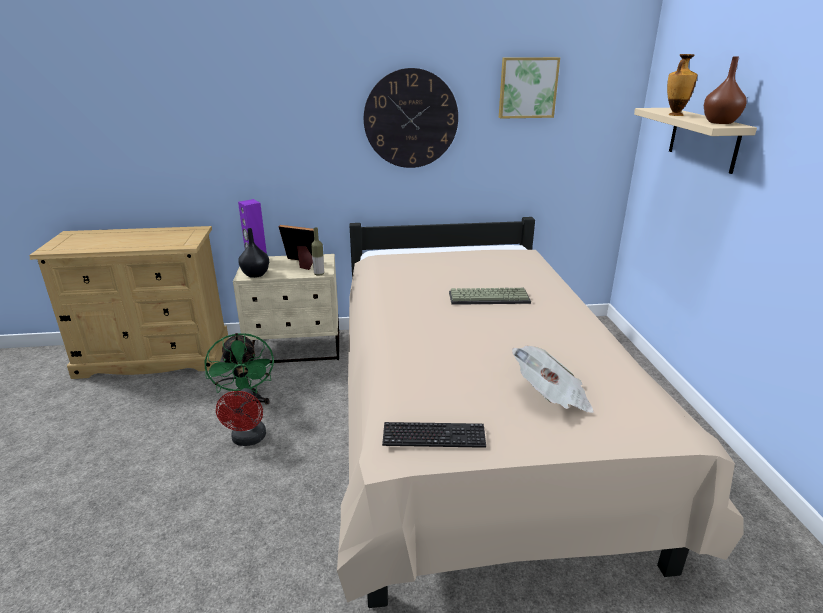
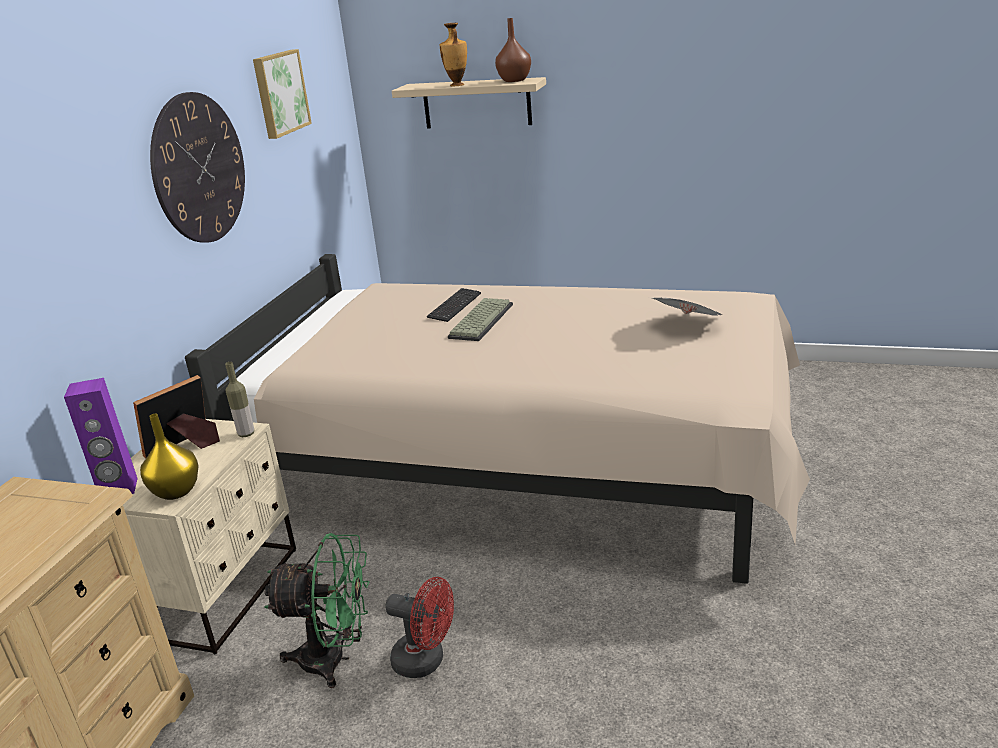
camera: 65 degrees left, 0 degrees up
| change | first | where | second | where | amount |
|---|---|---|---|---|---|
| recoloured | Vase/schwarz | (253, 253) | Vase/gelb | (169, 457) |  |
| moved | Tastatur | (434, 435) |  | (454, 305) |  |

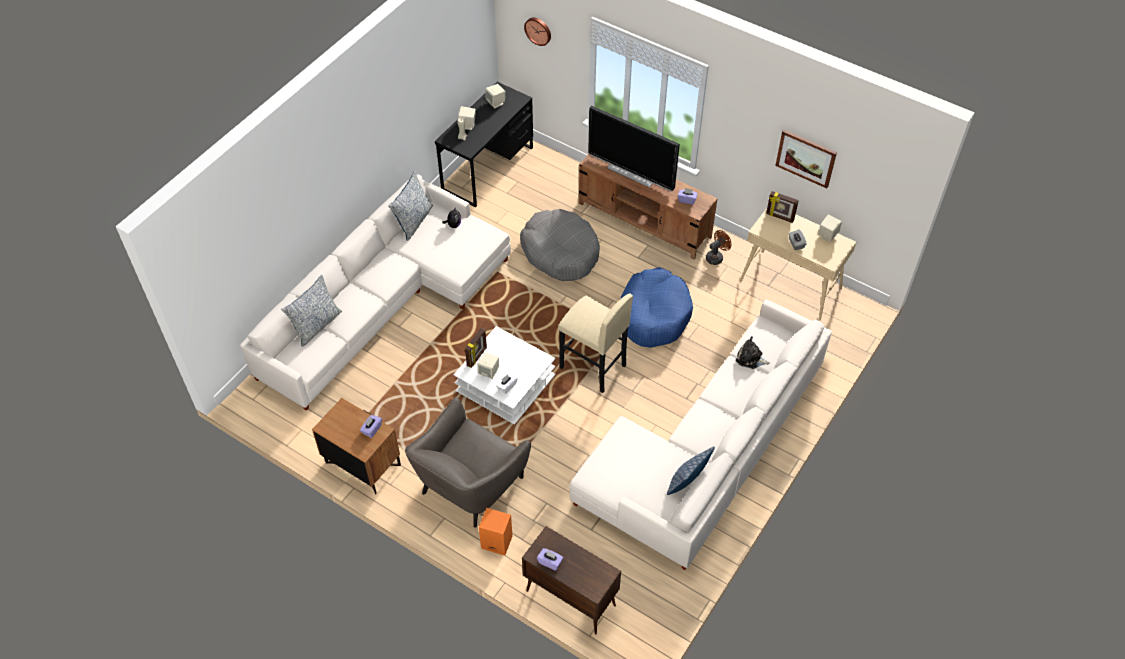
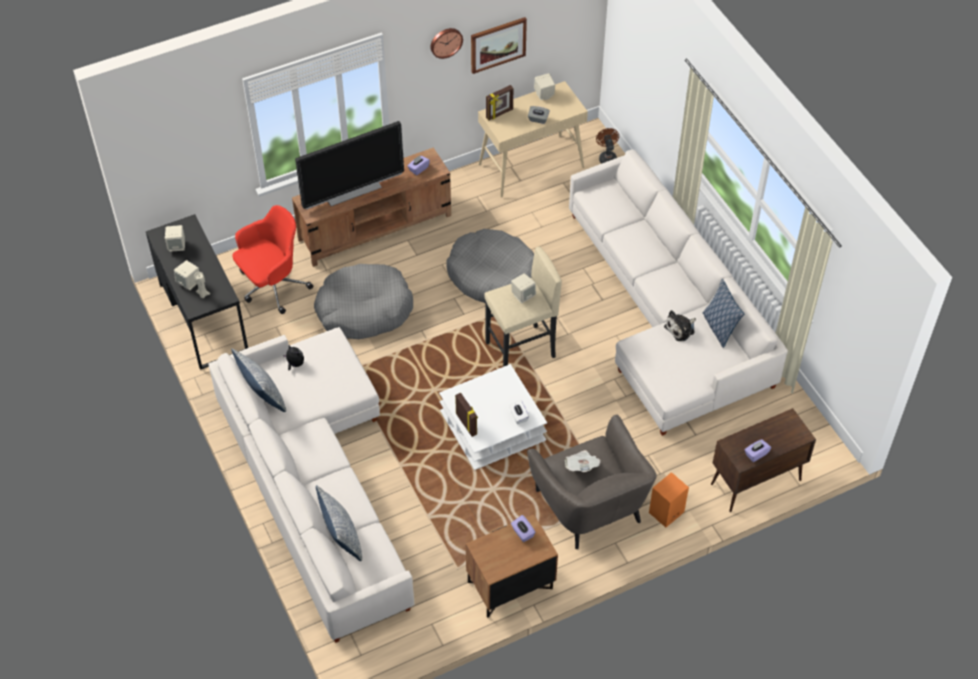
camera: 60 degrees left, 0 degrees up
| change | first | where | second | where | amount |
|---|---|---|---|---|---|
| moved | Lautsprecher/beige | (488, 365) |  | (523, 288) |  |
| moved | Wanduhr | (537, 32) |  | (446, 43) |  |
| recoloured | Hundebett/blau | (656, 307) | Hundebett/grau | (490, 266) |  |
| moved | Ventilator/braun | (719, 247) |  | (607, 146) |  |
| moved | Plüschtier | (753, 352) |  | (680, 325) |  |
| added |  |  | Bürostuhl/rot | (272, 259) |  |
| added |  |  | Zeitung | (583, 461) |  |

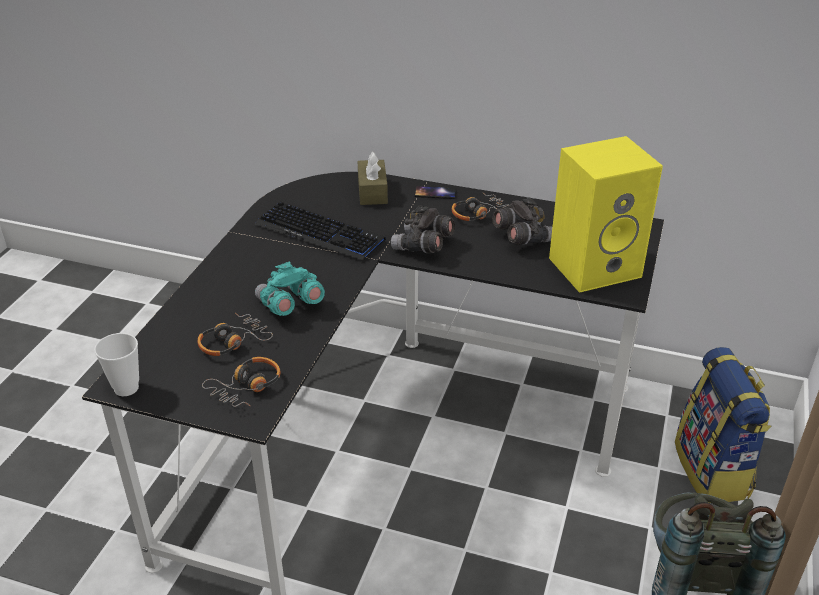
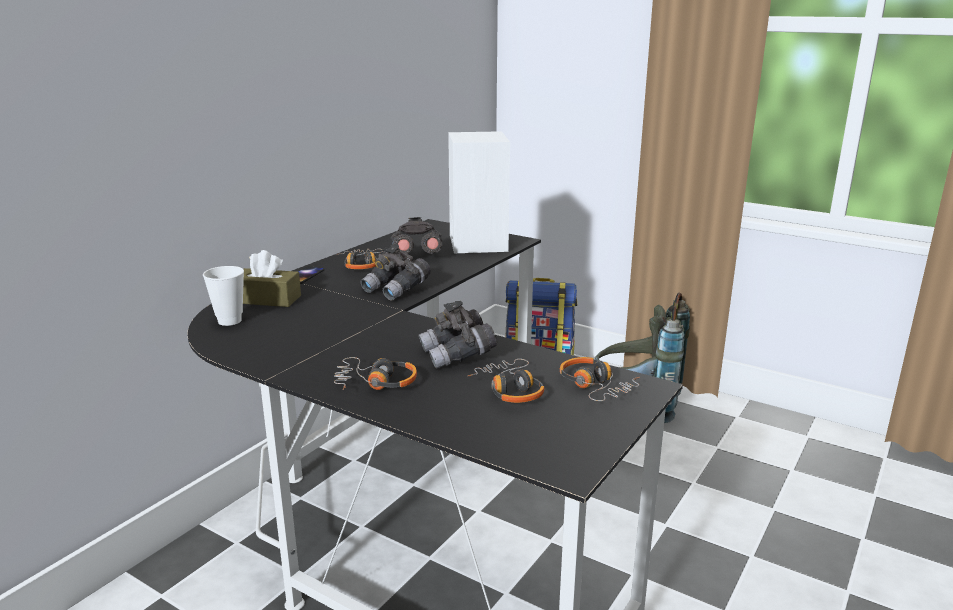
camera: 75 degrees left, 15 degrees down
| change | first | where | second | where | amount |
|---|---|---|---|---|---|
| moved | Tasse | (116, 364) |  | (223, 296) |  |
| removed | Tastatur | (320, 230) |  |  |  |
| recoloured | Fernglas/türkis | (290, 289) | Fernglas/grau | (457, 335) |  |
| recoloured | Lautsprecher/gelb | (606, 214) | Lautsprecher/weiß | (479, 192) |  |
| added |  |  | Kopfhörer | (375, 373) |  |

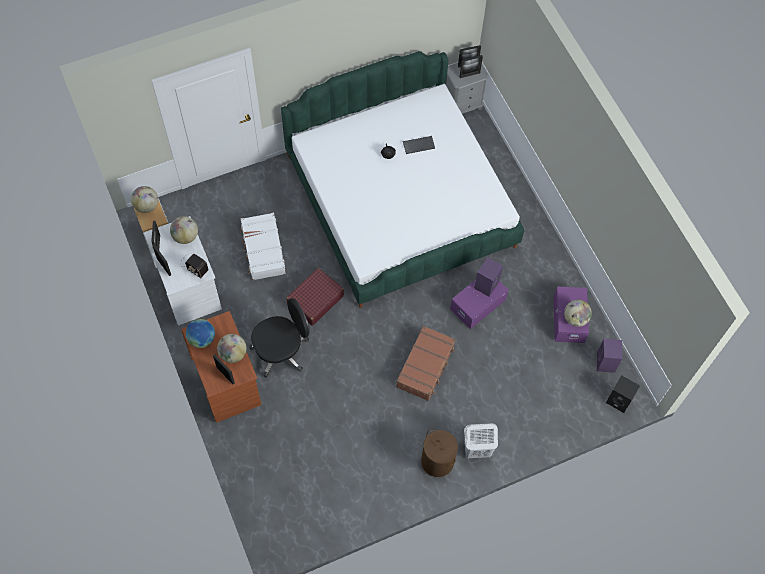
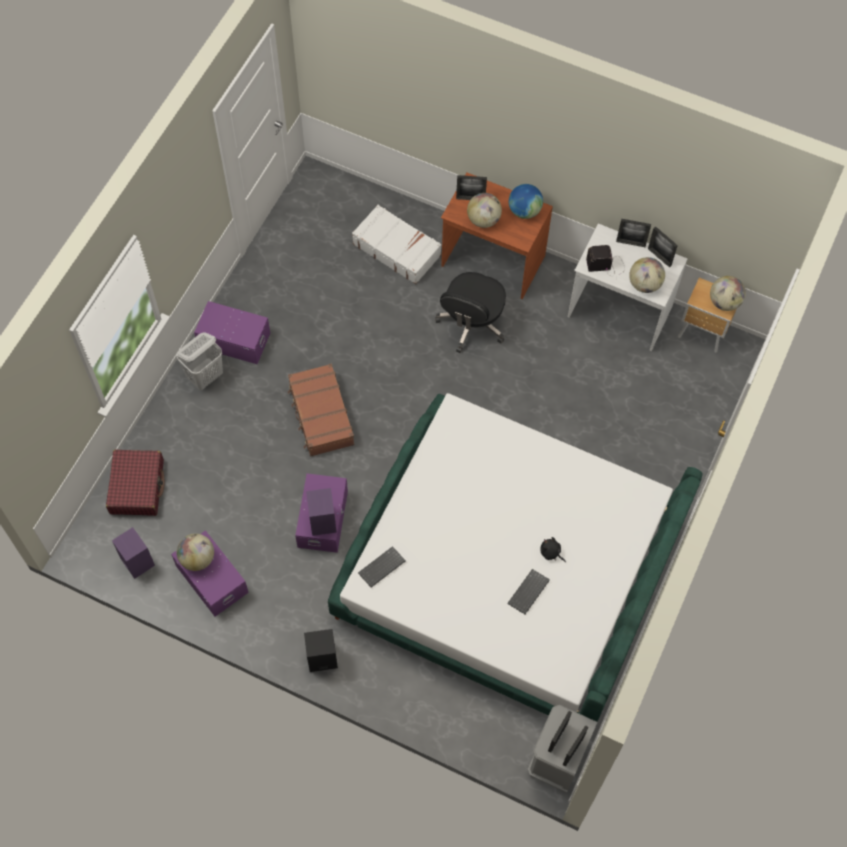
camera: 140 degrees right, 0 degrees up
| change | first | where | second | where | amount |
|---|---|---|---|---|---|
| moved | Koffer/weiß | (263, 246) |  | (397, 244) |  |
| moved | Koffer/rot | (315, 297) |  | (135, 483) |  |
| replaced | Wäschekorb/braun | (439, 453) | Aufbewahrungsbox/lila | (232, 332) |  |
| moved | Lautsprecher/schwarz | (623, 394) |  | (321, 650) |  |
| added |  |  | Tastatur | (382, 566) |  |

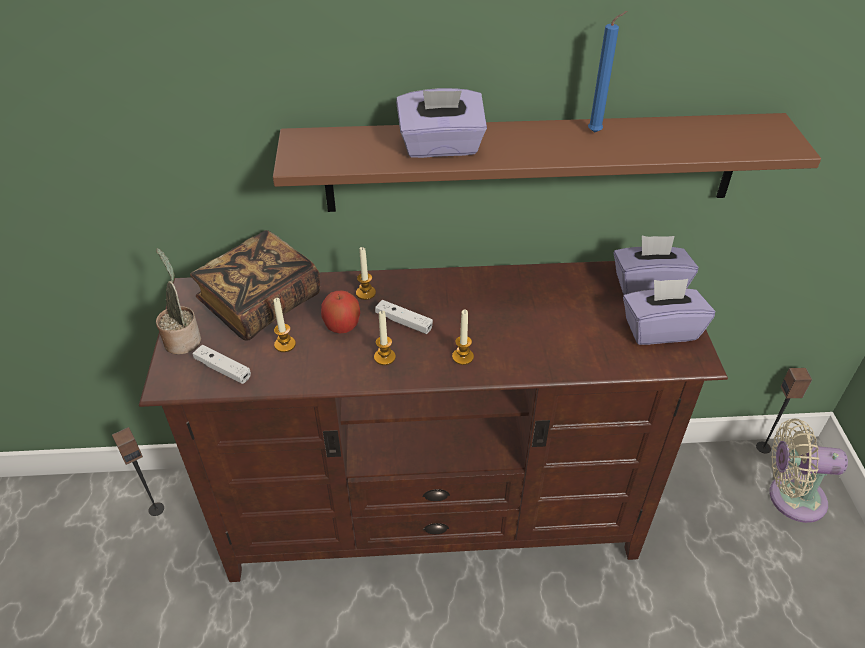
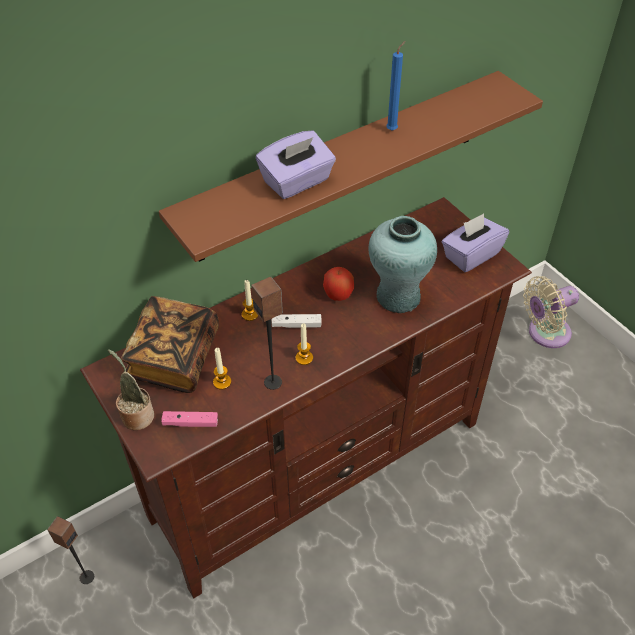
camera: 30 degrees left, 5 degrees up
| change | first | where | second | where | amount |
|---|---|---|---|---|---|
| recoloured | Gamepad/weiß | (222, 364) | Gamepad/rosa | (189, 419) |  |
| moved | Apfel | (340, 311) |  | (338, 284) |  |
| removed | Kerze | (463, 337) |  |  |  |
| removed | Taschentuchbox/lila | (655, 265) |  |  |  |
| moved | Lautsprecher | (784, 411) |  | (267, 333) |  |
| added |  |  | Vase/türkis | (402, 264) |  |

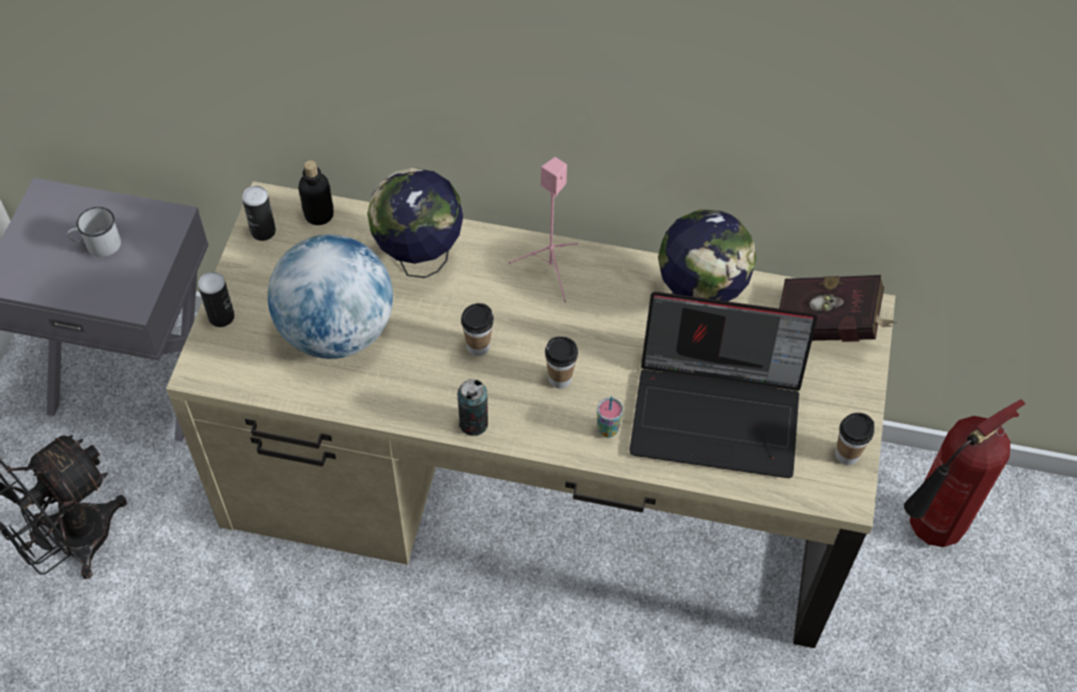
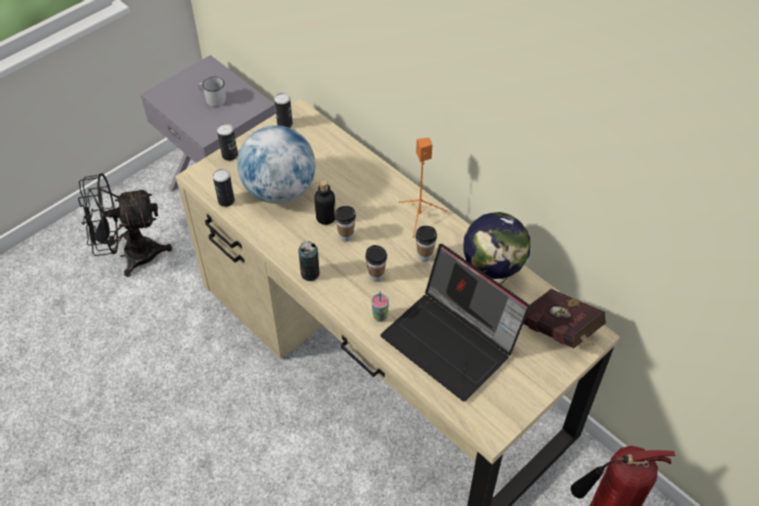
camera: 35 degrees right, 5 degrees down
| change | first | where | second | where | amount |
|---|---|---|---|---|---|
| moved | Flasche | (316, 192) |  | (325, 202) |  |
| removed | Globus | (415, 223) |  |  |  |
| recoloured | Lautsprecher/rosa | (543, 230) | Lautsprecher/orange | (423, 188) |  |
| moved | Tasse | (854, 439) |  | (426, 244) |  |
| added |  |  | Dose | (224, 188) |  |

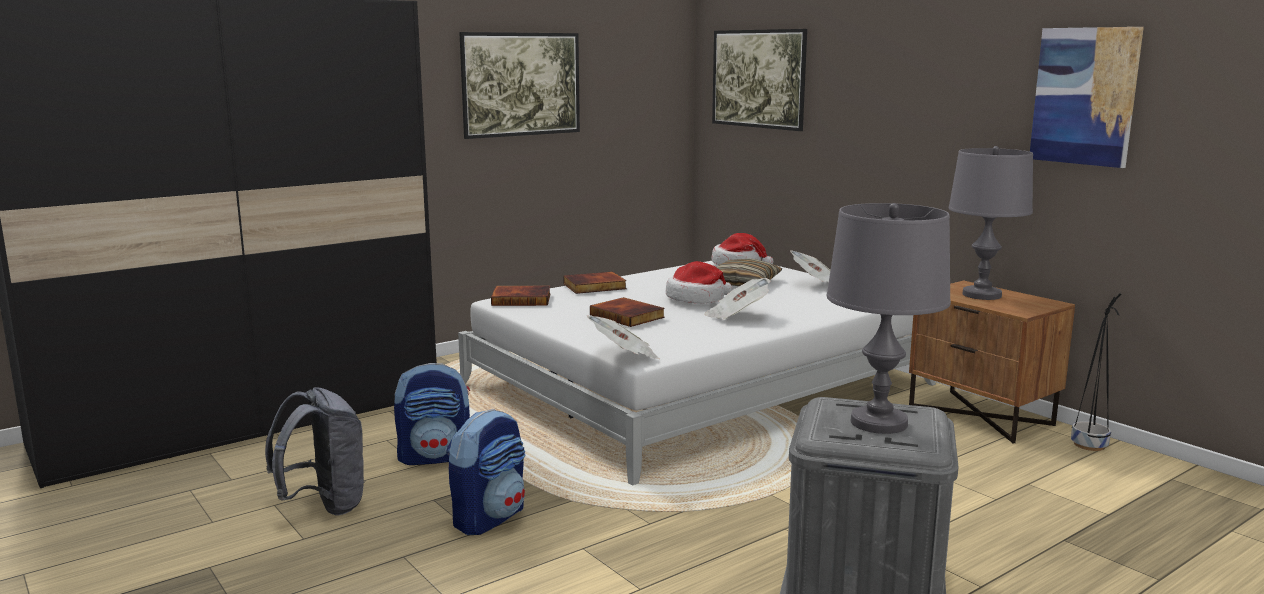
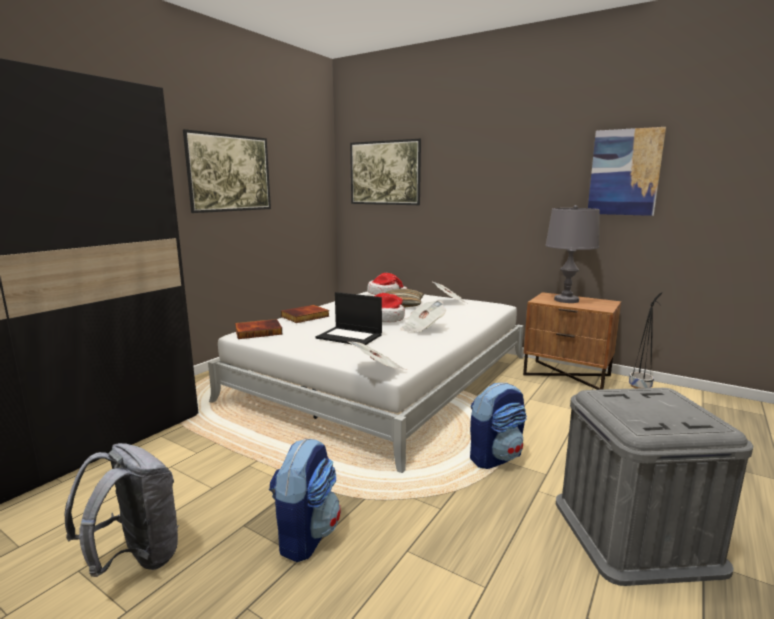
camera: 20 degrees left, 0 degrees up
| change | first | where | second | where | amount |
|---|---|---|---|---|---|
| moved | Rucksack | (432, 414) |  | (498, 425) |  |
| replaced | Buch | (627, 312) | Laptop | (349, 318) |  |
| removed | Tischlampe/grau | (889, 318) |  |  |  |

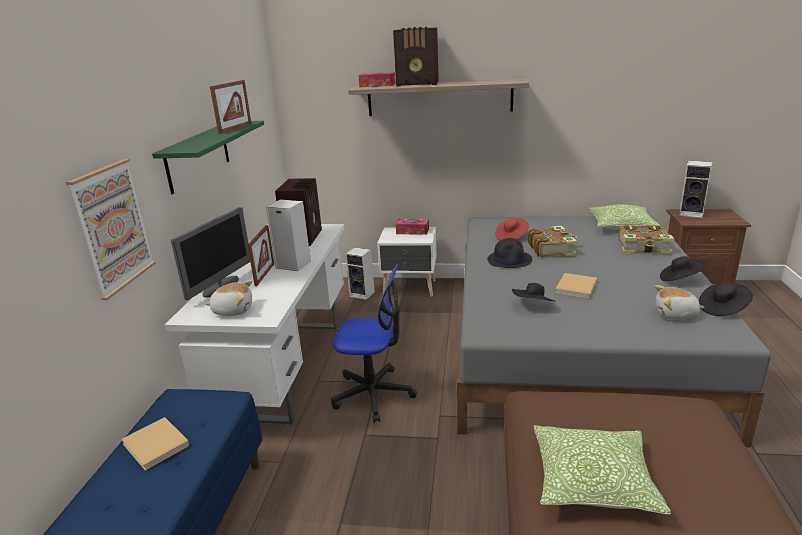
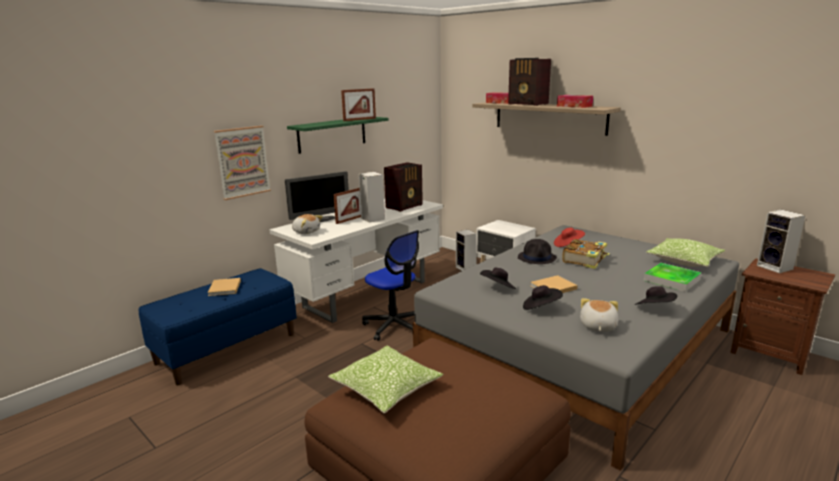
camera: 35 degrees right, 5 degrees down
| change | first | where | second | where | amount |
|---|---|---|---|---|---|
| moved | Taschentuchbox | (412, 227) |  | (575, 101) |  |
| replaced | Buch | (646, 239) | Tablett | (673, 277) |  |
| turned | Plüschtier | (679, 302) |  | (599, 315) | 60 degrees clockwise |
| moved | Hut/schwarz | (726, 299) |  | (543, 297) |  |

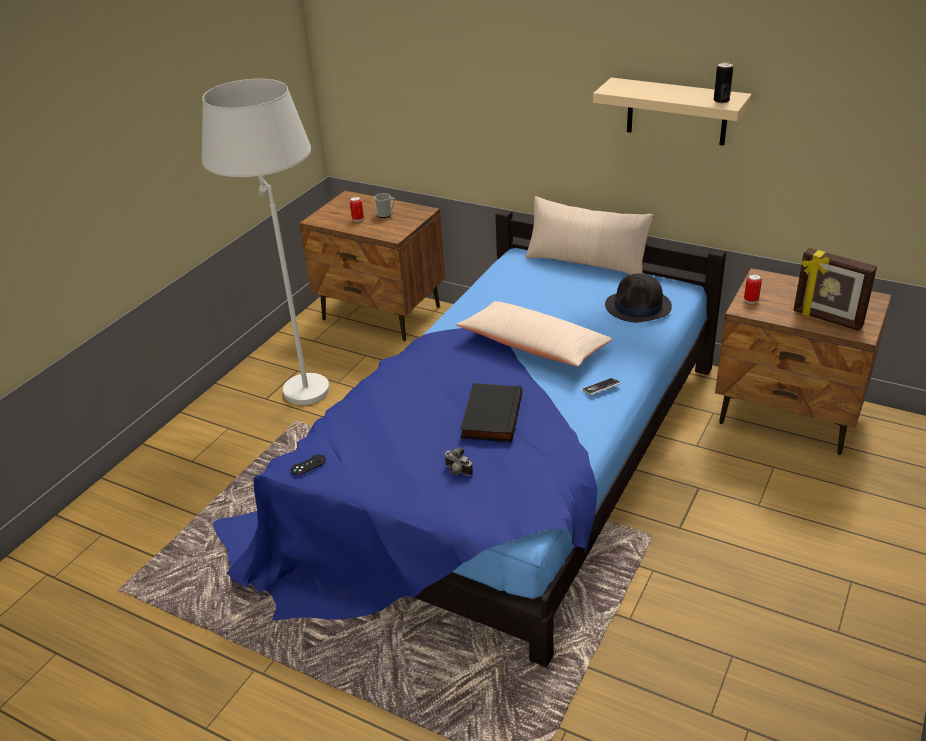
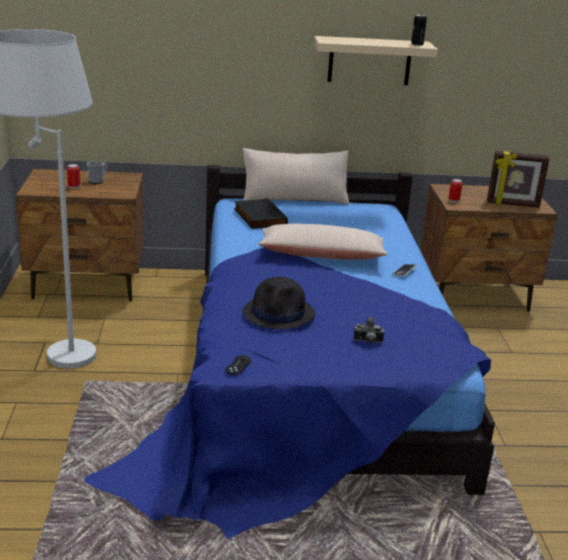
camera: 35 degrees left, 10 degrees down
| change | first | where | second | where | amount |
|---|---|---|---|---|---|
| moved | Buch/schwarz | (491, 412) |  | (261, 213) |  |
| moved | Hut/schwarz | (638, 298) |  | (278, 303) |  |

